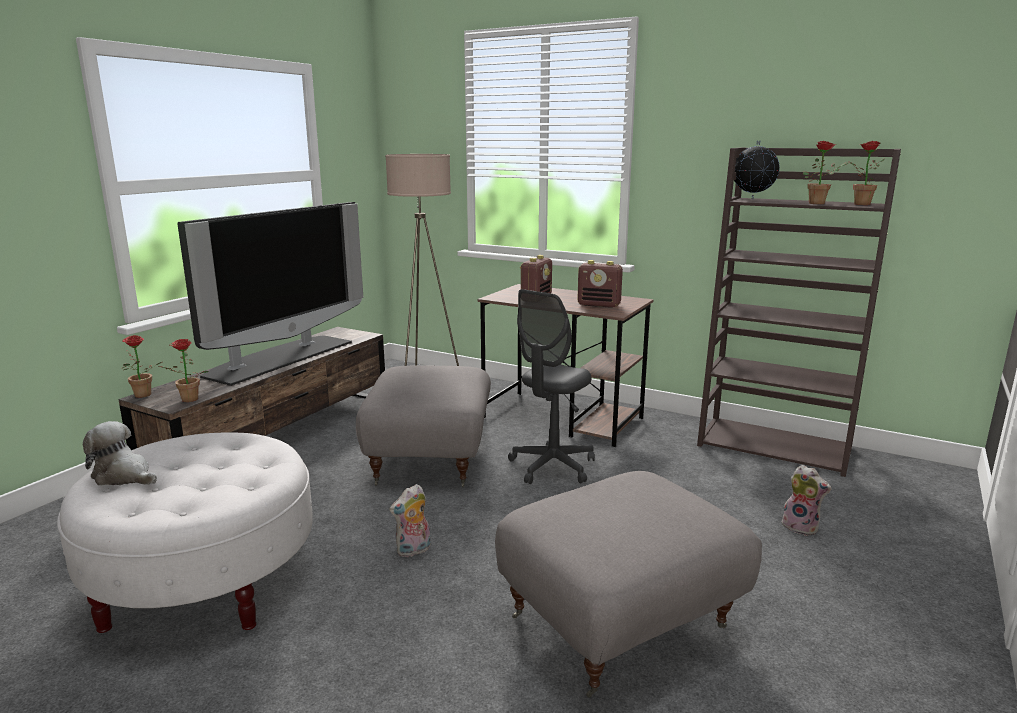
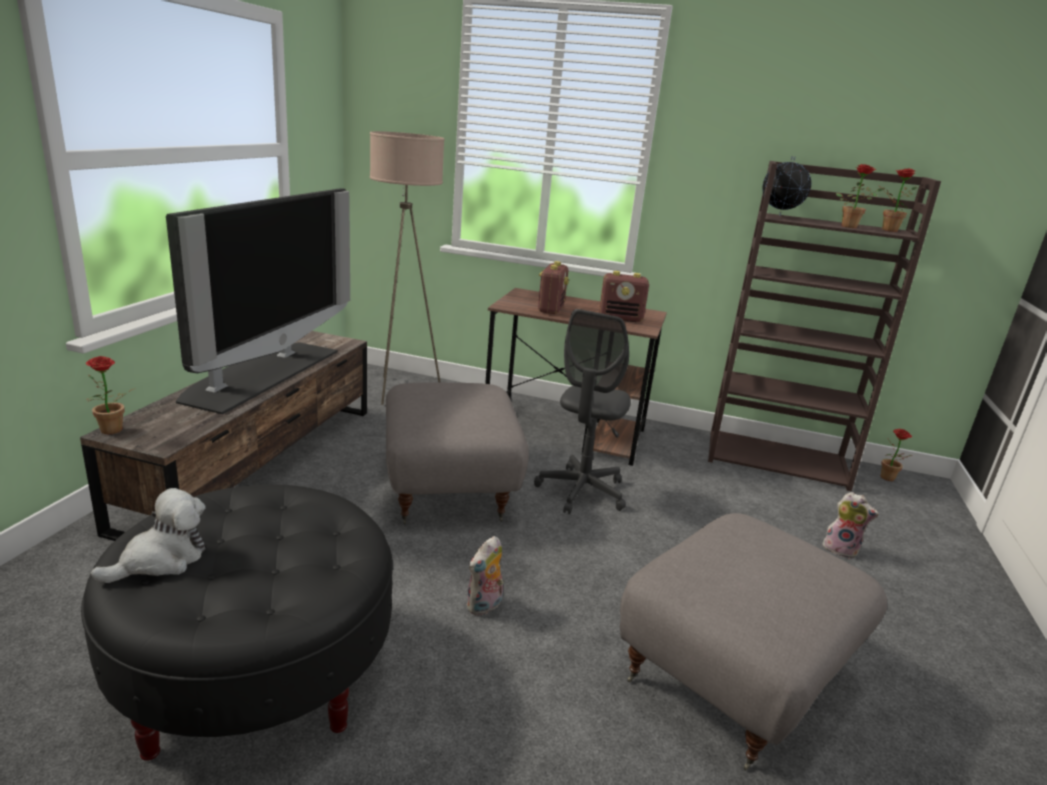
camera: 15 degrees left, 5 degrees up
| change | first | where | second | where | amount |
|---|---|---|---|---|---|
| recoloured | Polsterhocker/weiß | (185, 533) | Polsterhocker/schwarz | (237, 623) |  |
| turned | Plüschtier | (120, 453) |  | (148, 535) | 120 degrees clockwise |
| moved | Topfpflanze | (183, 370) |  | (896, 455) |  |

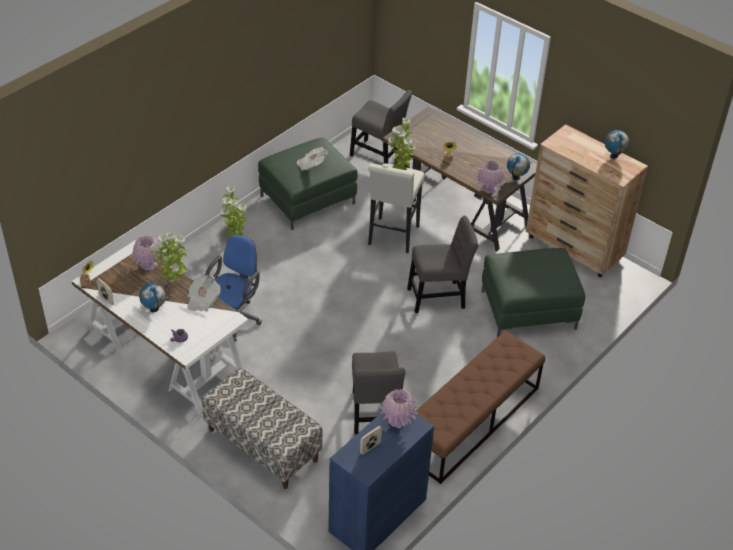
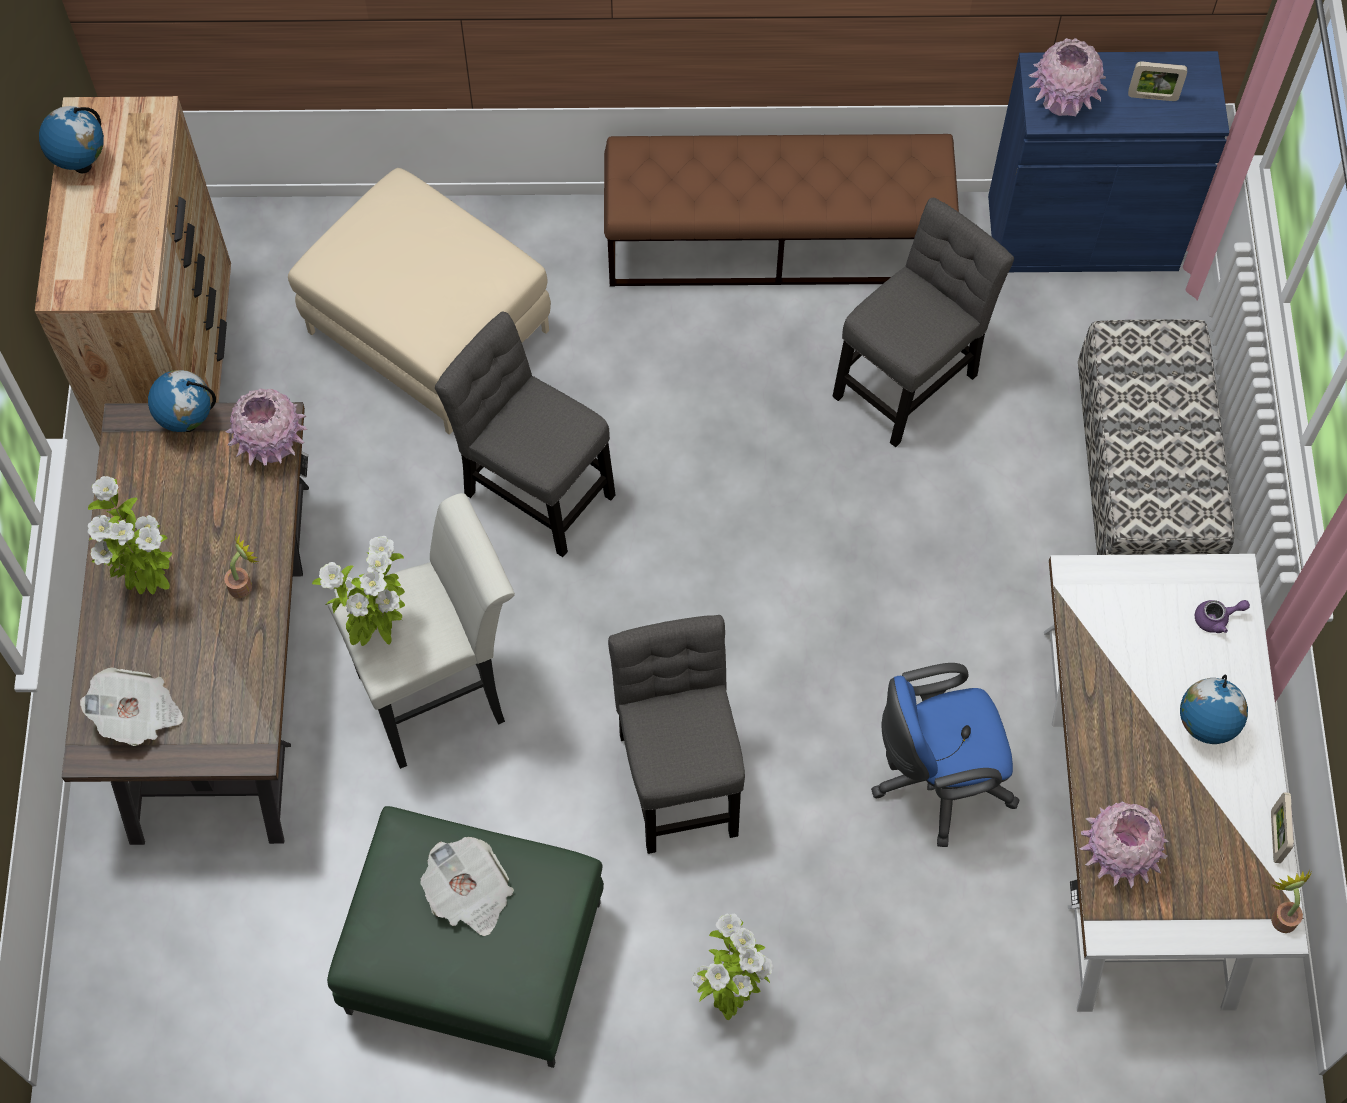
camera: 130 degrees left, 20 degrees up
| change | first | where | second | where | amount |
|---|---|---|---|---|---|
| moved | Topfpflanze | (169, 257) |  | (130, 535) |  |
| moved | Zeitung | (204, 293) |  | (132, 706) |  |
| moved | Stuhl/grau | (381, 127) |  | (676, 734) |  |
| recoloured | Polsterhocker/grün | (533, 292) | Polsterhocker/beige | (419, 301) |  |

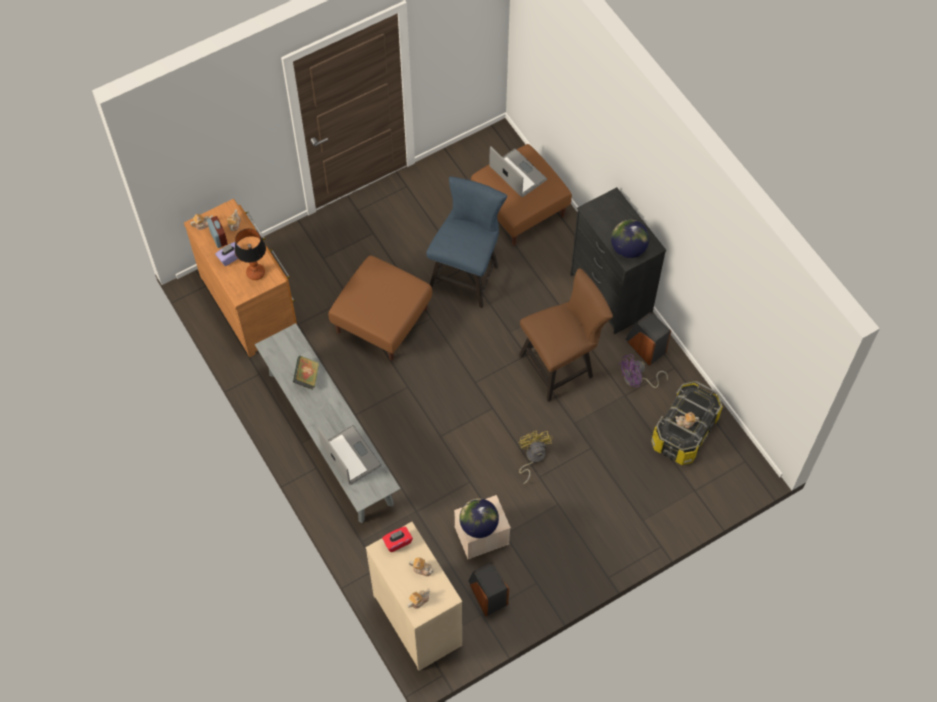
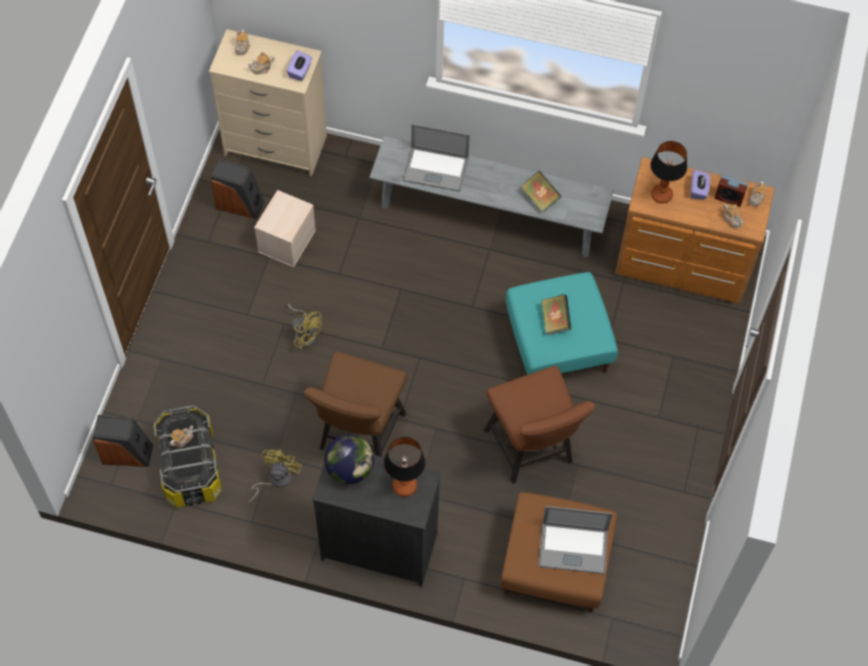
camera: 135 degrees right, 0 degrees up
| change | first | where | second | where | amount |
|---|---|---|---|---|---|
| recoloured | Polsterhocker/braun | (380, 308) | Polsterhocker/türkis | (562, 323) |  |
| recoloured | Taschentuchbox/rot | (397, 539) | Taschentuchbox/lila | (299, 65) |  |
| recoloured | Stuhl/blau | (466, 242) | Stuhl/braun | (540, 425) |  |
| removed | Globus | (479, 518) |  |  |  |
| recoloured | Ventilator/lila | (643, 371) | Ventilator/gelb | (275, 476) |  |
| moved | Lautsprecher | (648, 339) |  | (123, 441) |  |
| added |  |  | Tischlampe | (404, 467) |  |
| added |  |  | Buch | (556, 314) |  |

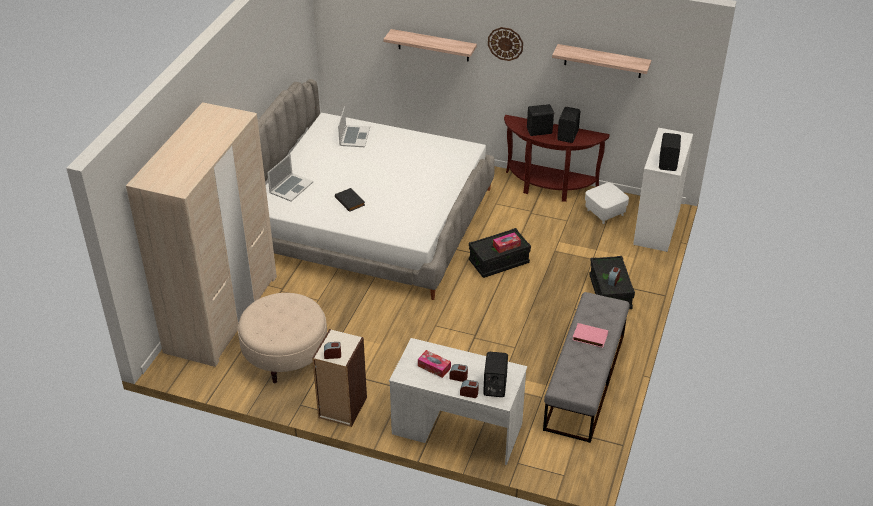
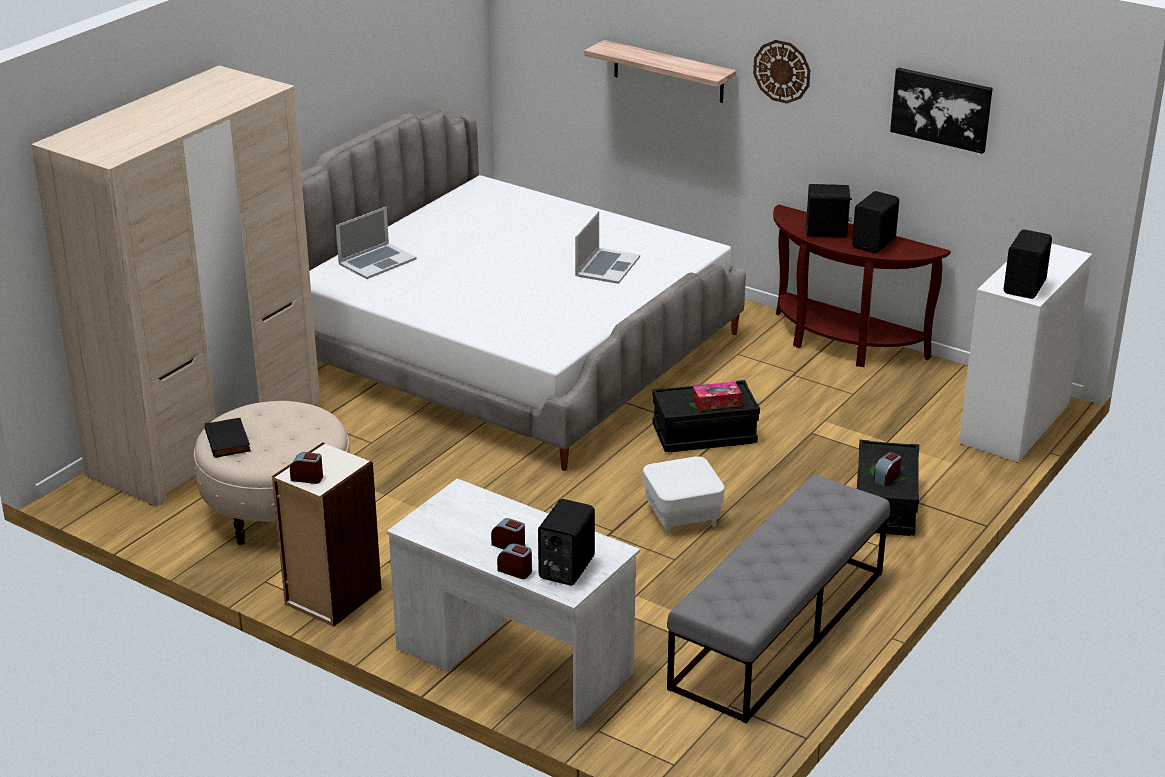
camera: 15 degrees right, 10 degrees down
| change | first | where | second | where | amount |
|---|---|---|---|---|---|
| moved | Buch/schwarz | (350, 200) |  | (228, 438) |  |
| moved | Laptop | (354, 126) |  | (607, 247) |  |
| removed | Taschentuchbox | (434, 364) |  |  |  |
| replaced | Wandregal | (601, 61) | Bild | (941, 110) |  |
| removed | Buch/rosa | (590, 335) |  |  |  |
| moved | Polsterhocker/weiß | (607, 203) |  | (684, 495) |  |

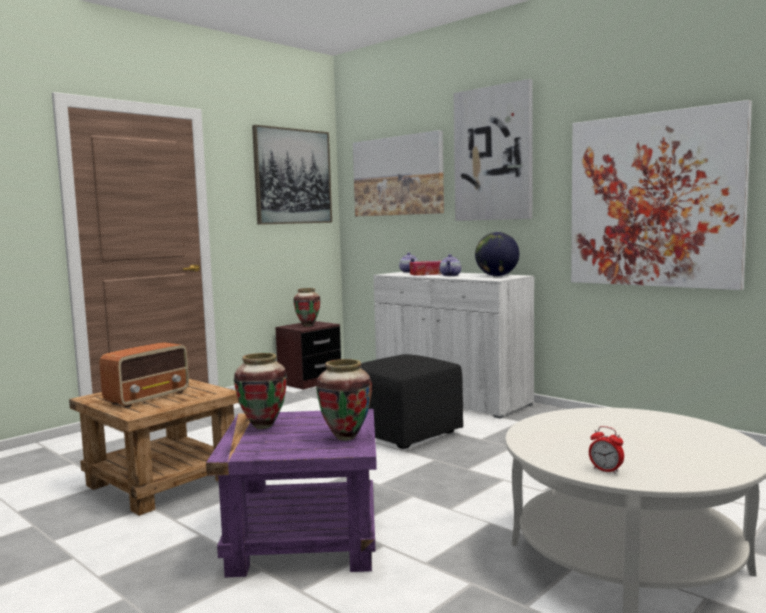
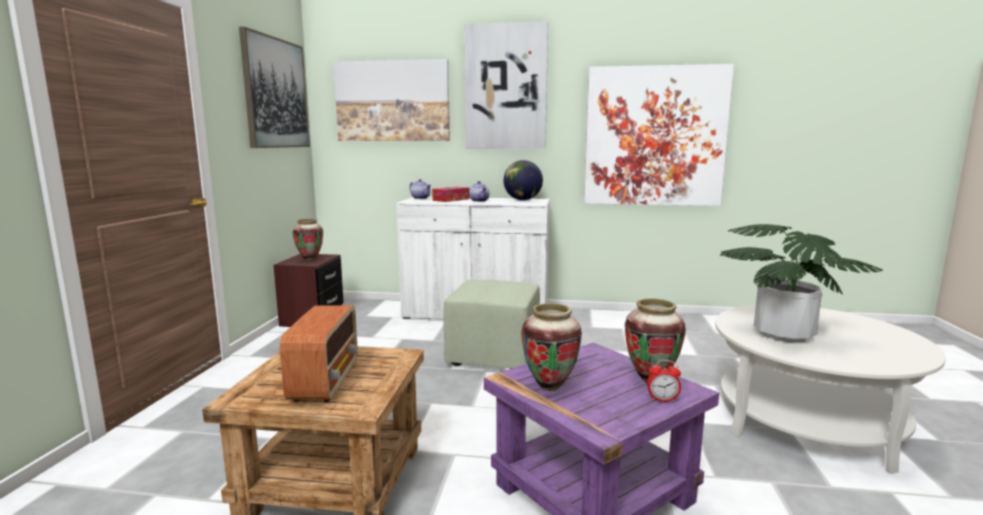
camera: 35 degrees left, 5 degrees up
| change | first | where | second | where | amount |
|---|---|---|---|---|---|
| recoloured | Polsterhocker/schwarz | (411, 401) | Polsterhocker/grün | (491, 324) |  |
| moved | Wecker | (606, 450) |  | (664, 381) |  |
| added |  |  | Topfpflanze | (801, 283) |  |

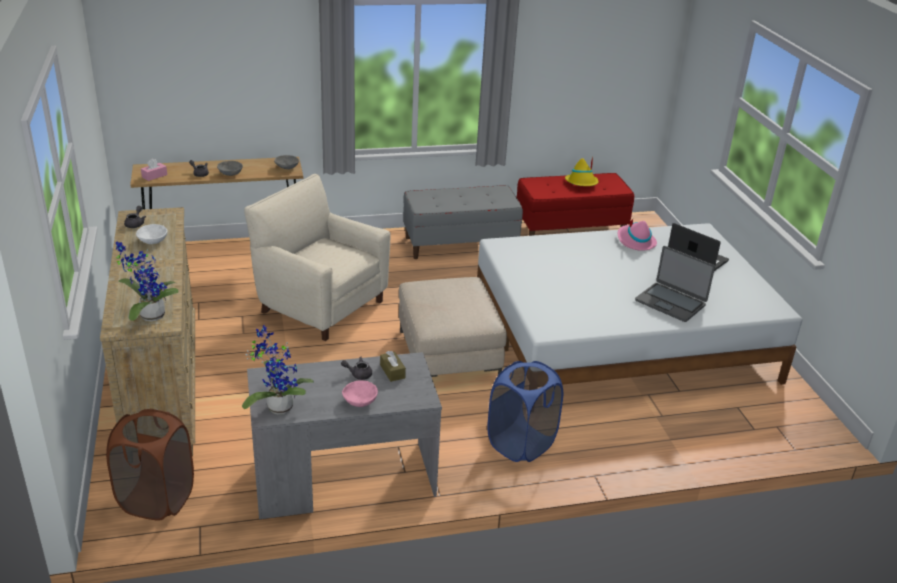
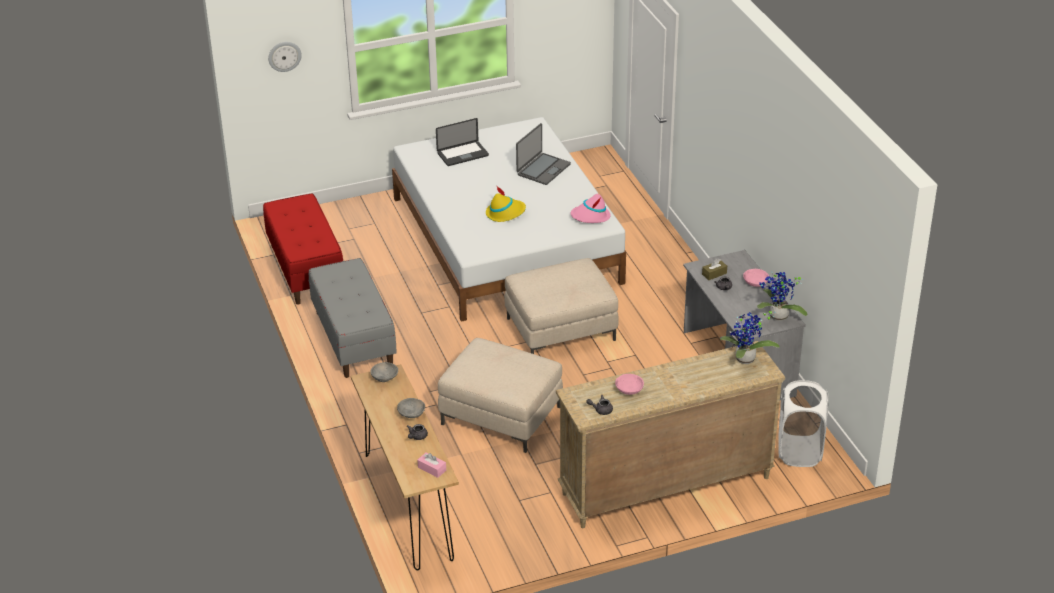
camera: 95 degrees left, 5 degrees up
| change | first | where | second | where | amount |
|---|---|---|---|---|---|
| recoloured | Wäschekorb/braun | (150, 465) | Wäschekorb/weiß | (803, 423) |  |
| recoloured | Schüssel/weiß | (152, 234) | Schüssel/rosa | (629, 384) |  |
| replaced | Sessel/beige | (317, 257) | Polsterhocker/beige | (500, 395) |  |
| removed | Wäschekorb/blau | (525, 411) |  |  |  |
| moved | Hut/gelb | (582, 171) |  | (506, 204) |  |
| moved | Hut/rosa | (637, 235) |  | (590, 208) |  |
| turned | Laptop | (698, 247) |  | (462, 142) | 150 degrees counterclockwise |
| added |  |  | Wanduhr | (285, 57) |  |

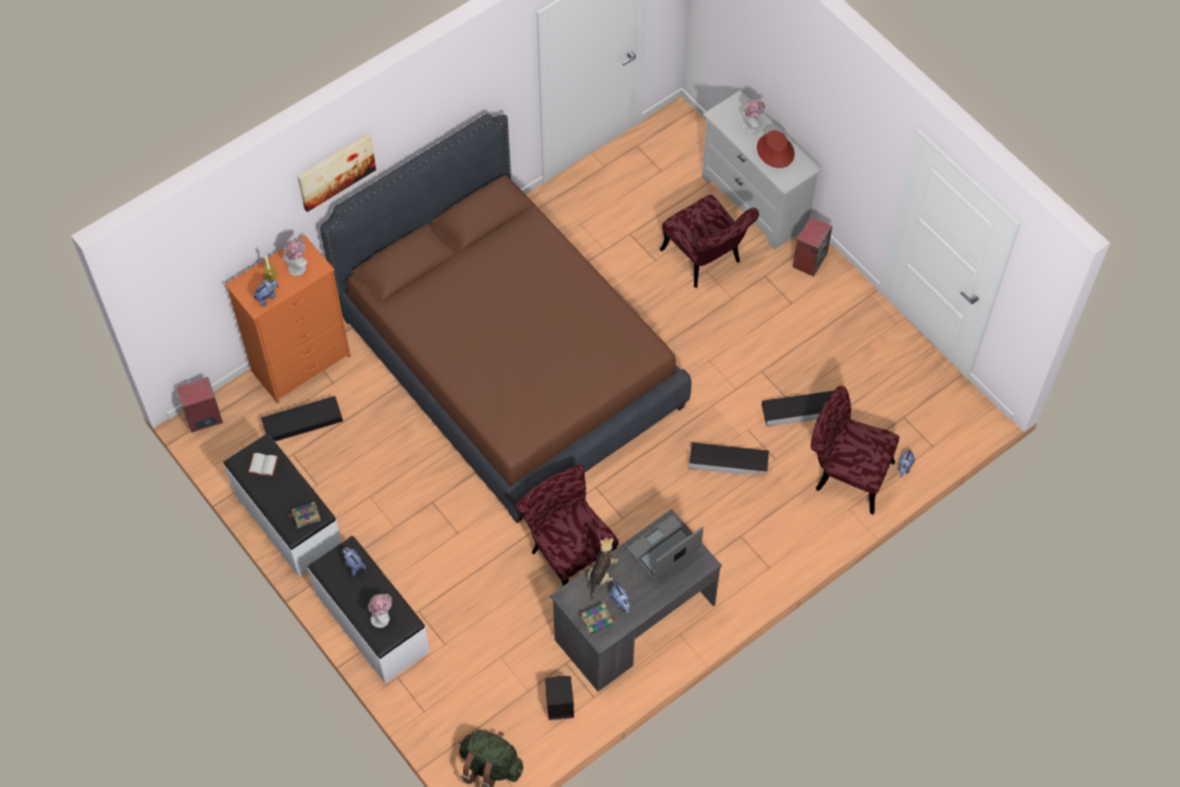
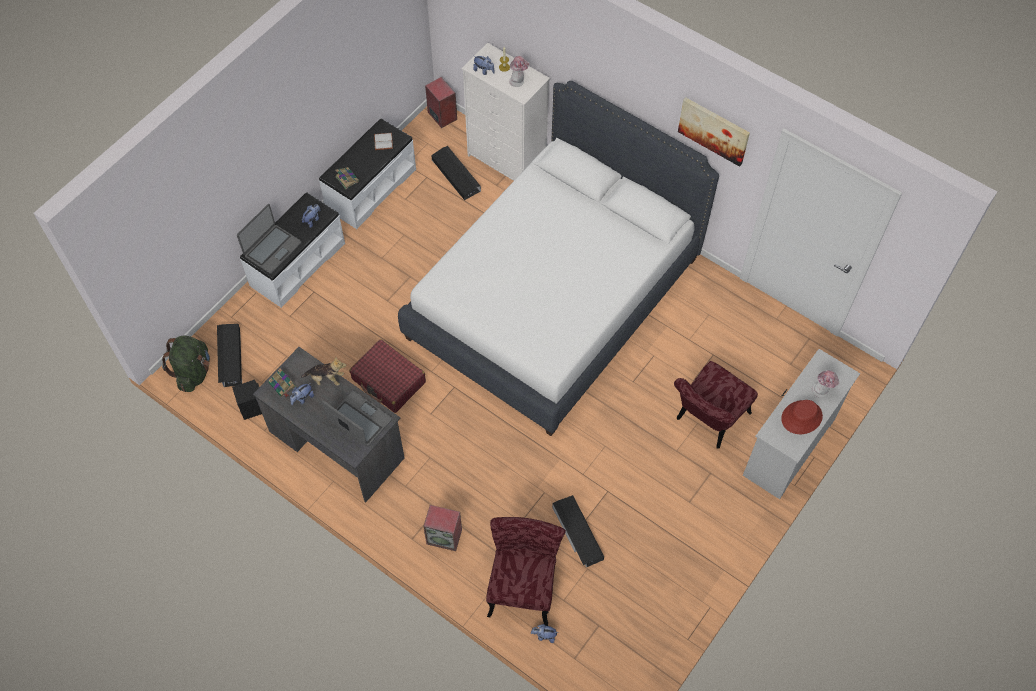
camera: 75 degrees right, 0 degrees up
| change | first | where | second | where | amount |
|---|---|---|---|---|---|
| recoloured | Kommode/orange | (288, 319) | Kommode/weiß | (506, 112) |  |
| moved | Bild | (336, 173) |  | (714, 132) |  |
| recoloured | Bett/braun | (505, 318) | Bett/weiß | (558, 258) |  |
| replaced | Hut | (380, 611) | Laptop | (269, 239) |  |
| replaced | Stuhl/rot | (567, 525) | Koffer/rot | (387, 376) |  |
| moved | Aufbewahrungsbox/schwarz | (728, 459) |  | (229, 355) |  |
| moved | Lautsprecher | (812, 247) |  | (442, 528) |  |

